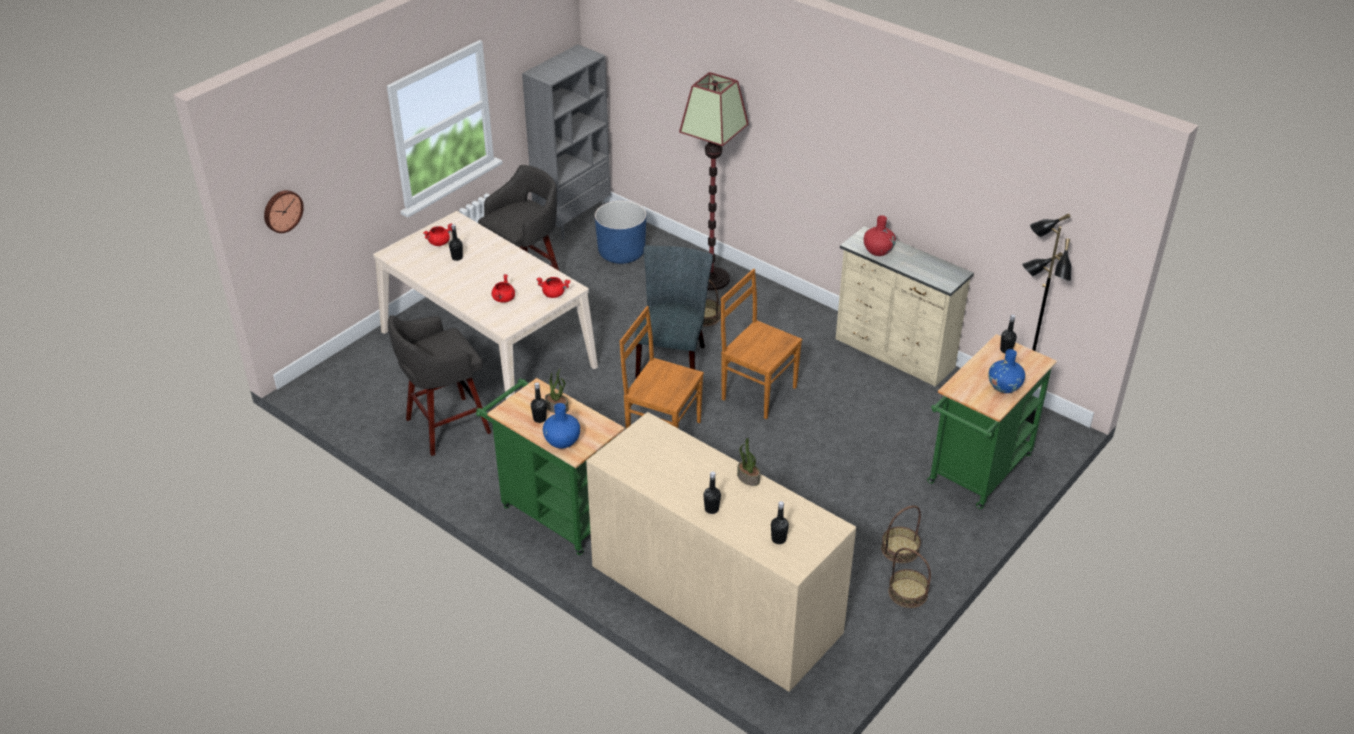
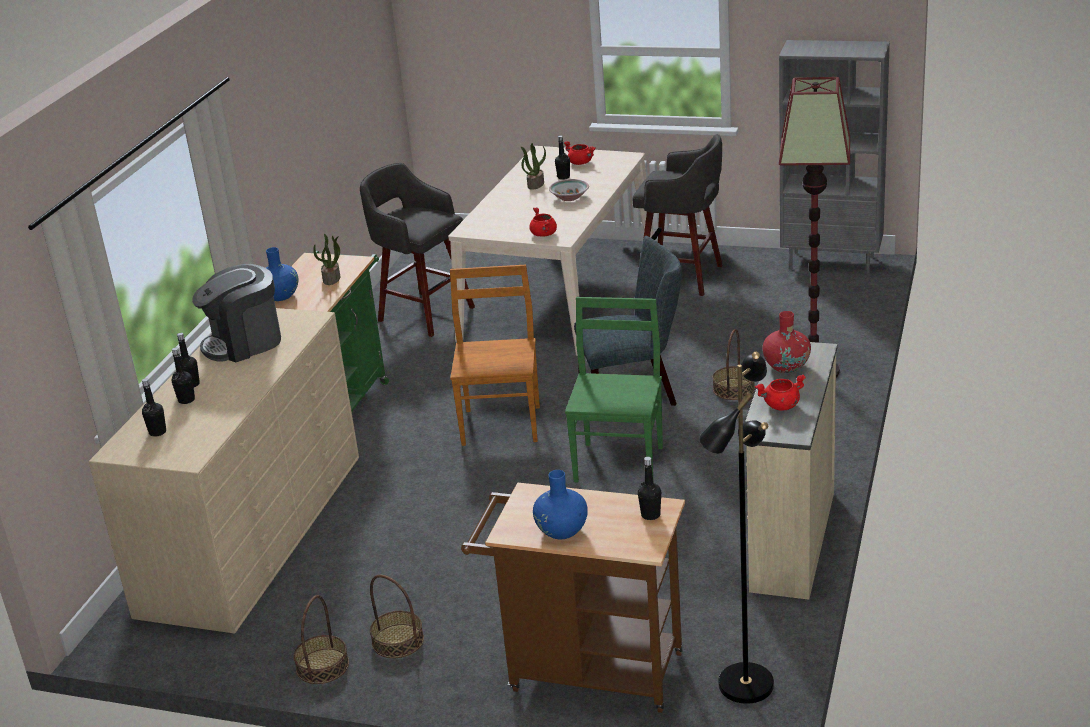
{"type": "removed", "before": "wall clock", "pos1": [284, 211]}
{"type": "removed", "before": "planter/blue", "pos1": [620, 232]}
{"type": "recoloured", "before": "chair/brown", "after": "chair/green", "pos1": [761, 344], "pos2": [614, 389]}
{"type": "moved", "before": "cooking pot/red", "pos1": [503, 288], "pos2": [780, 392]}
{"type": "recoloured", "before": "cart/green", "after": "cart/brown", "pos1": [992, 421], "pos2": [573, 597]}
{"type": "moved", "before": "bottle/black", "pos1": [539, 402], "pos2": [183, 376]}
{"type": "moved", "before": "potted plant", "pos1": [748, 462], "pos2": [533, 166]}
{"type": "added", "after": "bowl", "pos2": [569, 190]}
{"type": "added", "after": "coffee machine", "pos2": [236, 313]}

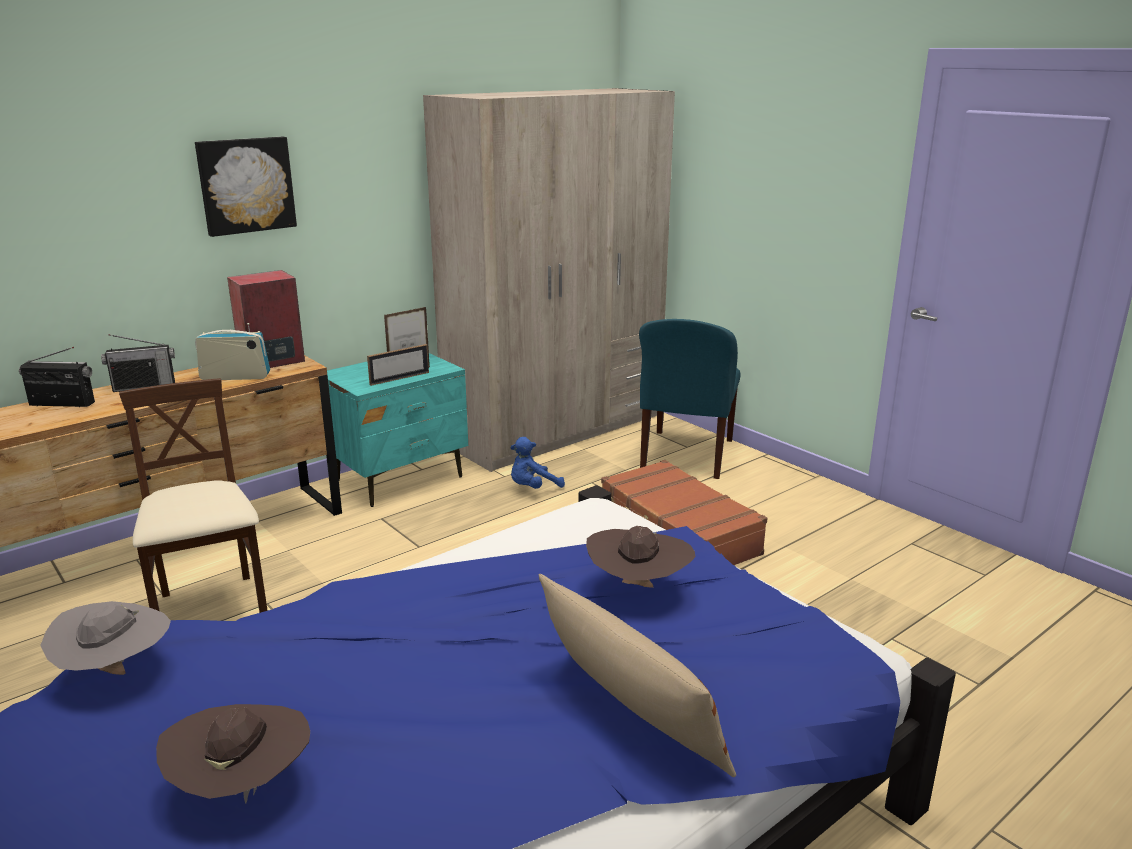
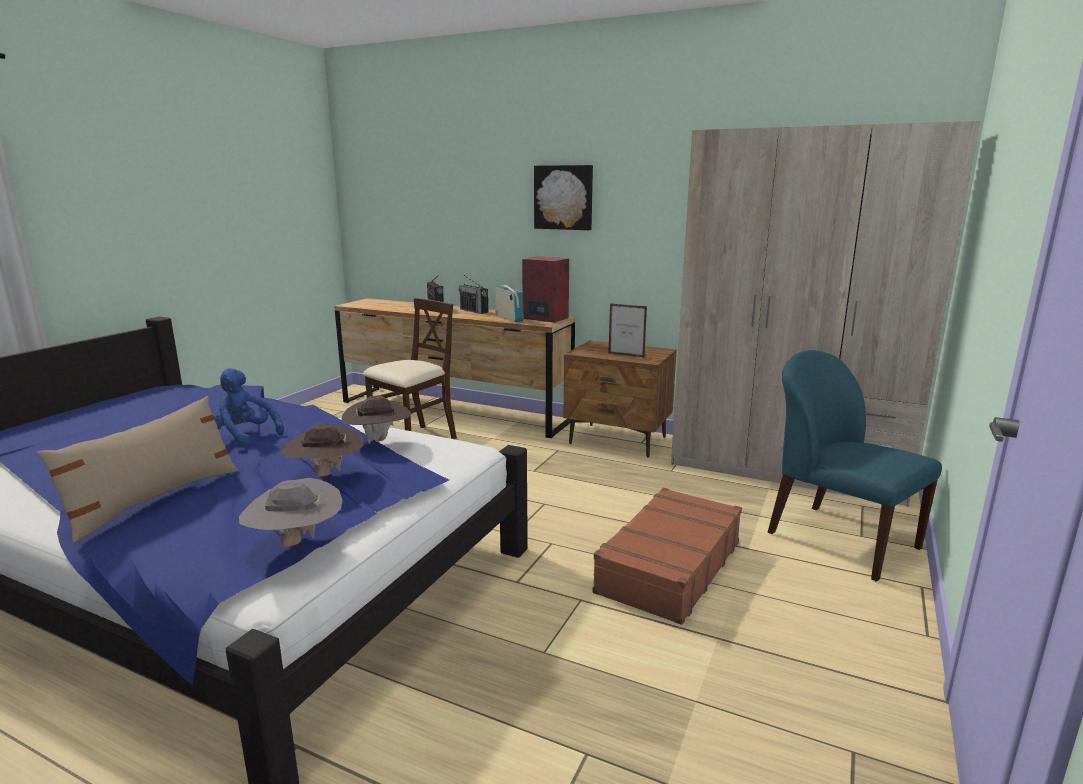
{"type": "turned", "before": "chair/blue", "pos1": [690, 399], "pos2": [855, 466], "turn": 60}
{"type": "removed", "before": "picture frame", "pos1": [398, 365]}
{"type": "recoloured", "before": "nightstand/turquoise", "after": "nightstand/brown", "pos1": [397, 430], "pos2": [620, 398]}
{"type": "moved", "before": "plush toy/blue", "pos1": [537, 463], "pos2": [248, 407]}
{"type": "moved", "before": "hat/grey", "pos1": [105, 638], "pos2": [291, 512]}
{"type": "moved", "before": "hat/brown", "pos1": [233, 753], "pos2": [376, 419]}

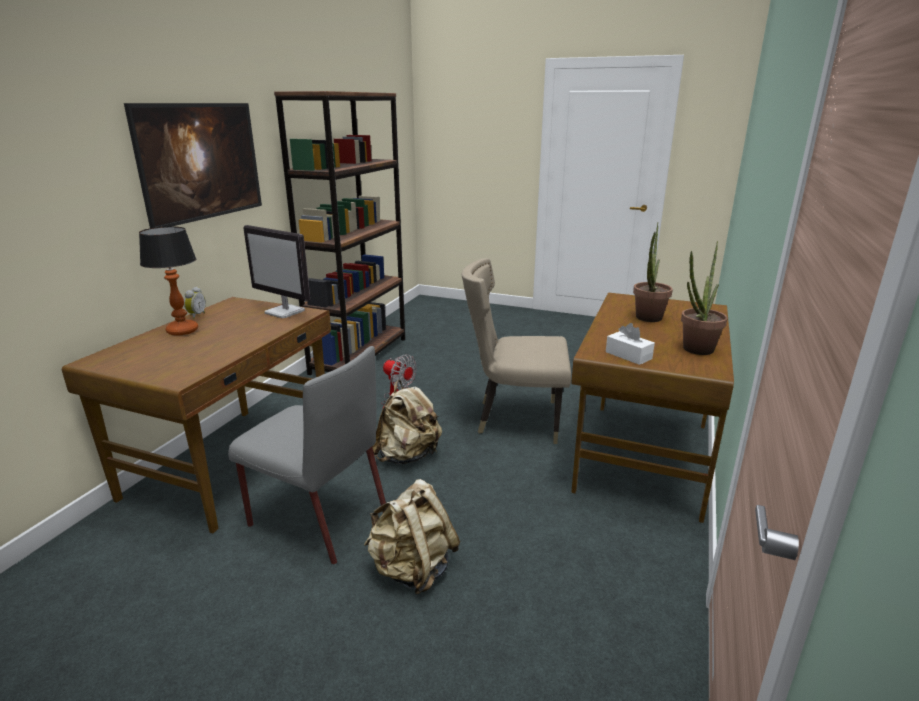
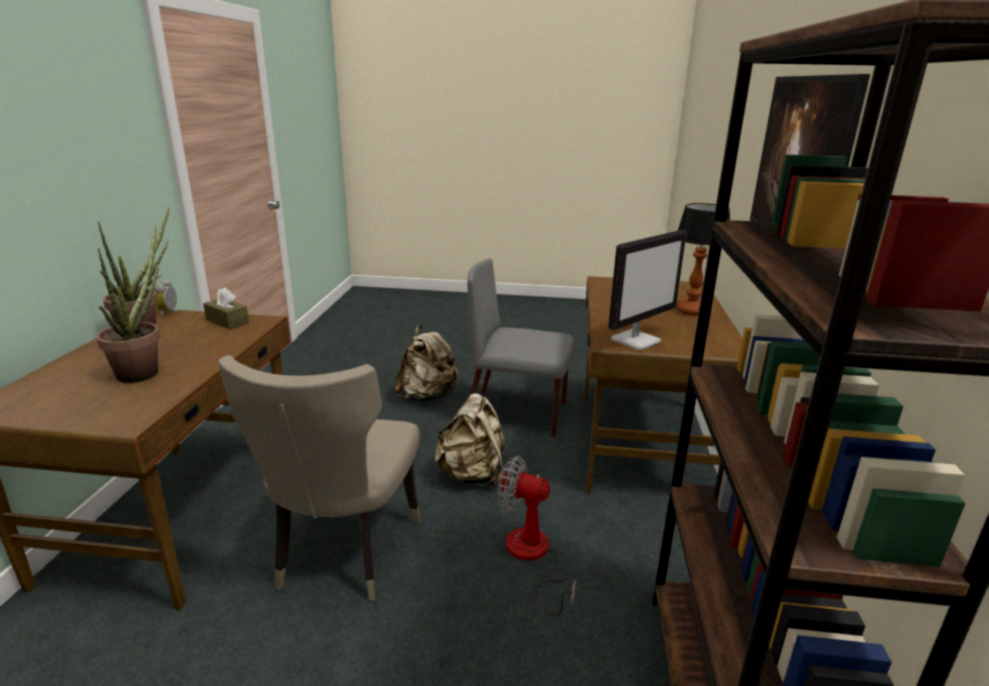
{"type": "turned", "before": "monitor", "pos1": [276, 271], "pos2": [647, 290], "turn": 120}
{"type": "turned", "before": "chair/beige", "pos1": [516, 351], "pos2": [319, 478], "turn": 105}
{"type": "moved", "before": "alarm clock", "pos1": [195, 303], "pos2": [166, 298]}
{"type": "recoloured", "before": "tissue box/white", "after": "tissue box/brown", "pos1": [630, 344], "pos2": [226, 308]}

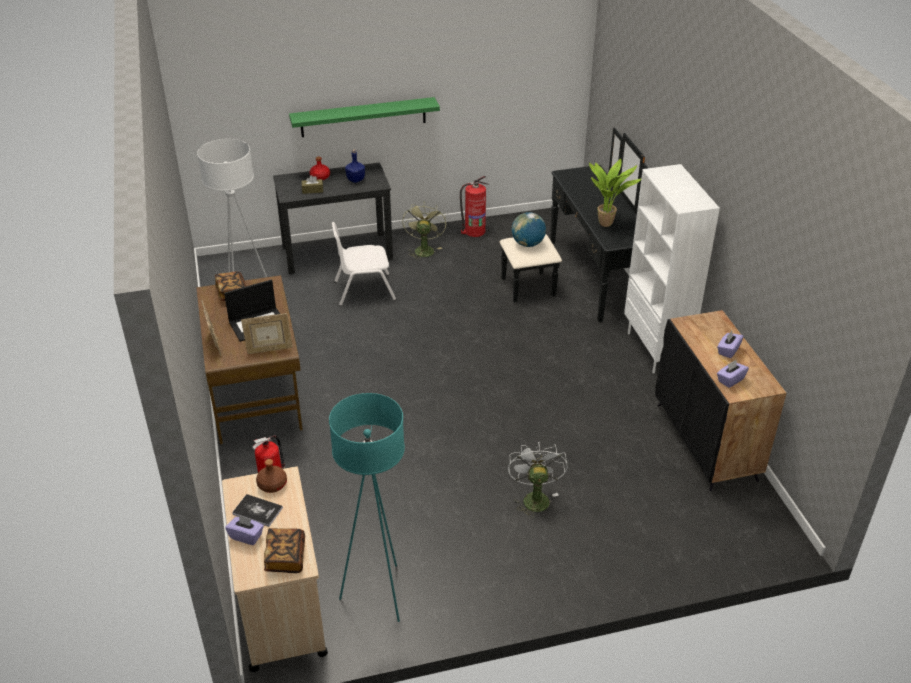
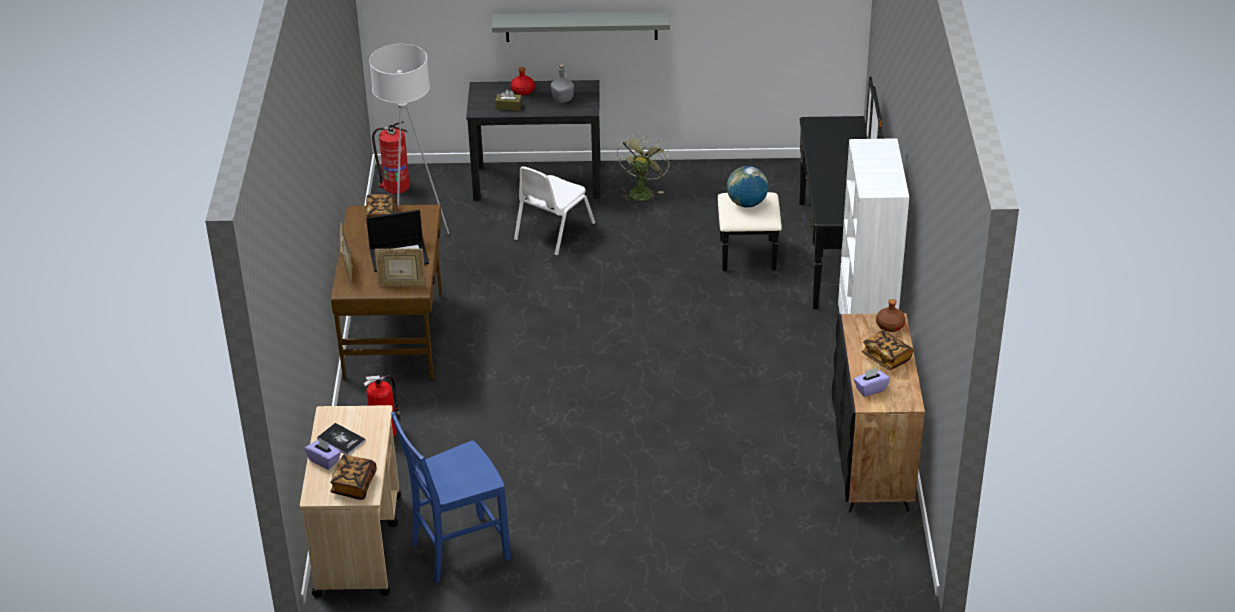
{"type": "recoloured", "before": "shelf/green", "after": "shelf/grey", "pos1": [364, 117], "pos2": [581, 26]}
{"type": "recoloured", "before": "bottle/blue", "after": "bottle/grey", "pos1": [355, 166], "pos2": [562, 83]}
{"type": "removed", "before": "potted plant", "pos1": [615, 193]}
{"type": "moved", "before": "fire extinguisher", "pos1": [474, 206], "pos2": [391, 157]}
{"type": "turned", "before": "chair/white", "pos1": [364, 264], "pos2": [554, 211], "turn": -60}
{"type": "replaced", "before": "tissue box/purple", "after": "book", "pos1": [730, 344], "pos2": [887, 350]}
{"type": "replaced", "before": "floor lamp/turquoise", "after": "chair/blue", "pos1": [367, 507], "pos2": [451, 497]}
{"type": "removed", "before": "fan/white", "pos1": [538, 480]}
{"type": "moved", "before": "bottle/brown", "pos1": [271, 476], "pos2": [891, 315]}

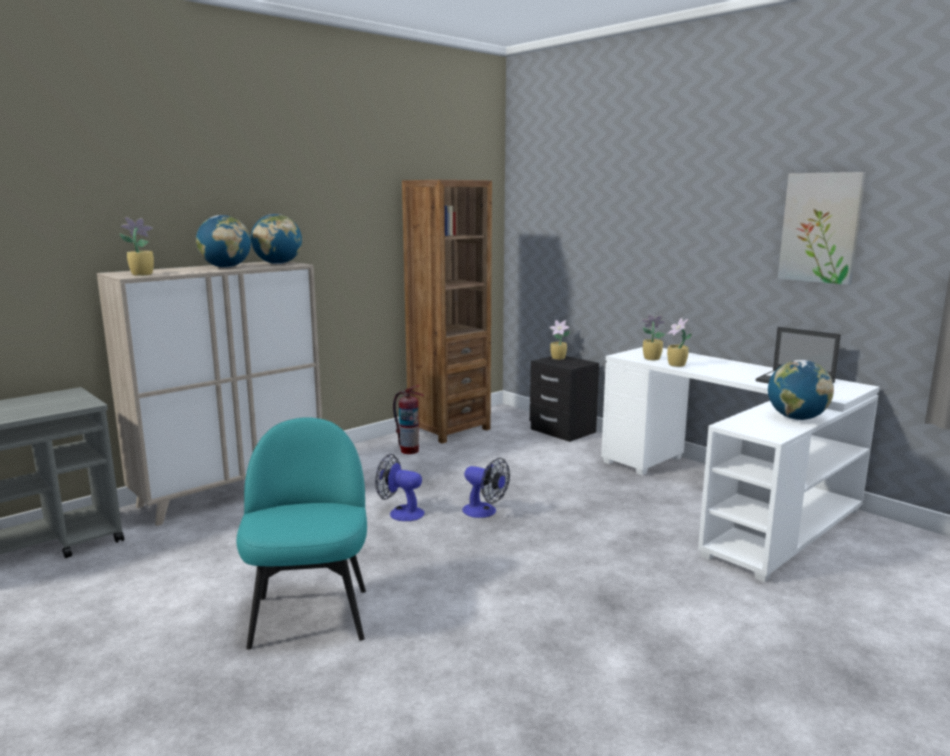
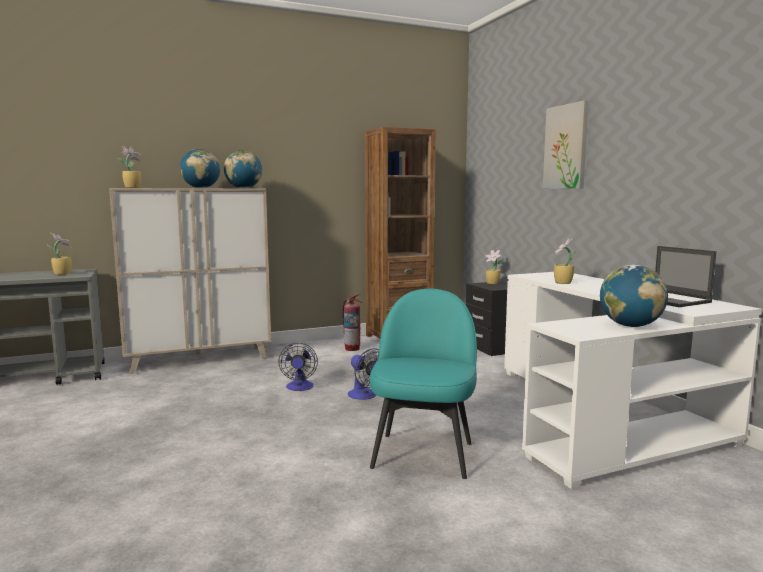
{"type": "moved", "before": "picture", "pos1": [822, 228], "pos2": [566, 144]}
{"type": "moved", "before": "potted plant", "pos1": [653, 337], "pos2": [59, 254]}
{"type": "moved", "before": "chair/turquoise", "pos1": [301, 533], "pos2": [423, 384]}
{"type": "turned", "before": "fan", "pos1": [399, 487], "pos2": [298, 367], "turn": -135}

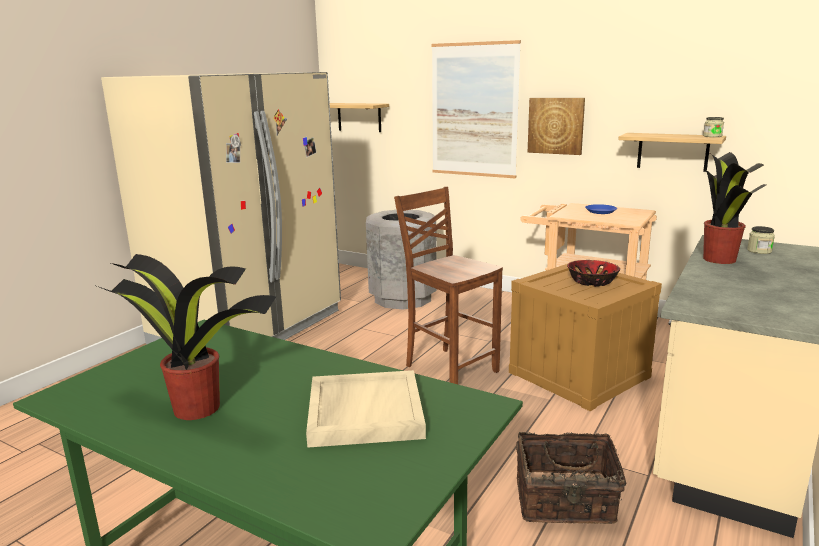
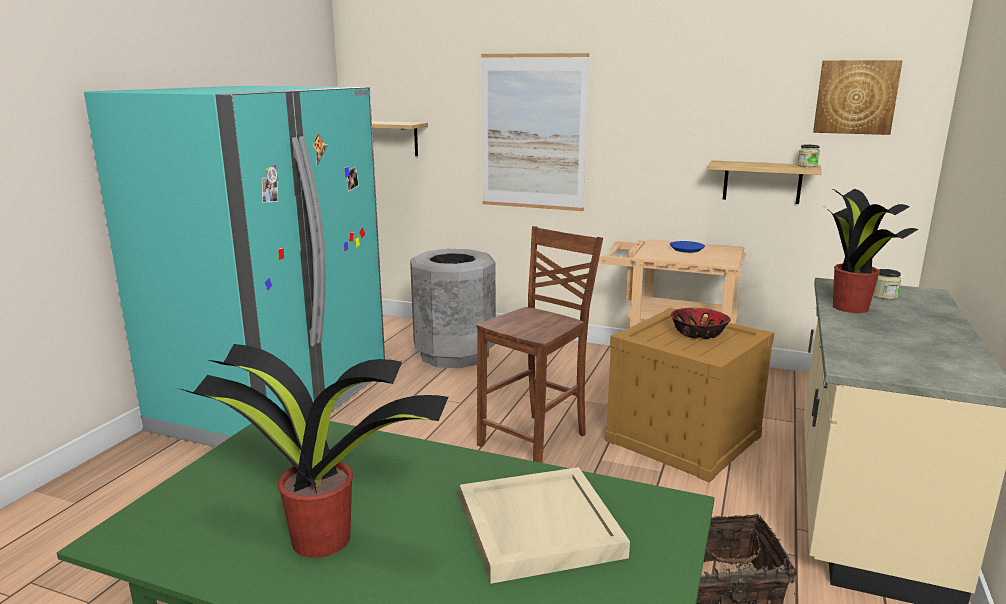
{"type": "recoloured", "before": "fridge/beige", "after": "fridge/turquoise", "pos1": [221, 208], "pos2": [234, 266]}
{"type": "moved", "before": "picture", "pos1": [556, 126], "pos2": [858, 97]}
{"type": "turned", "before": "chair/brown", "pos1": [448, 285], "pos2": [540, 344], "turn": 90}

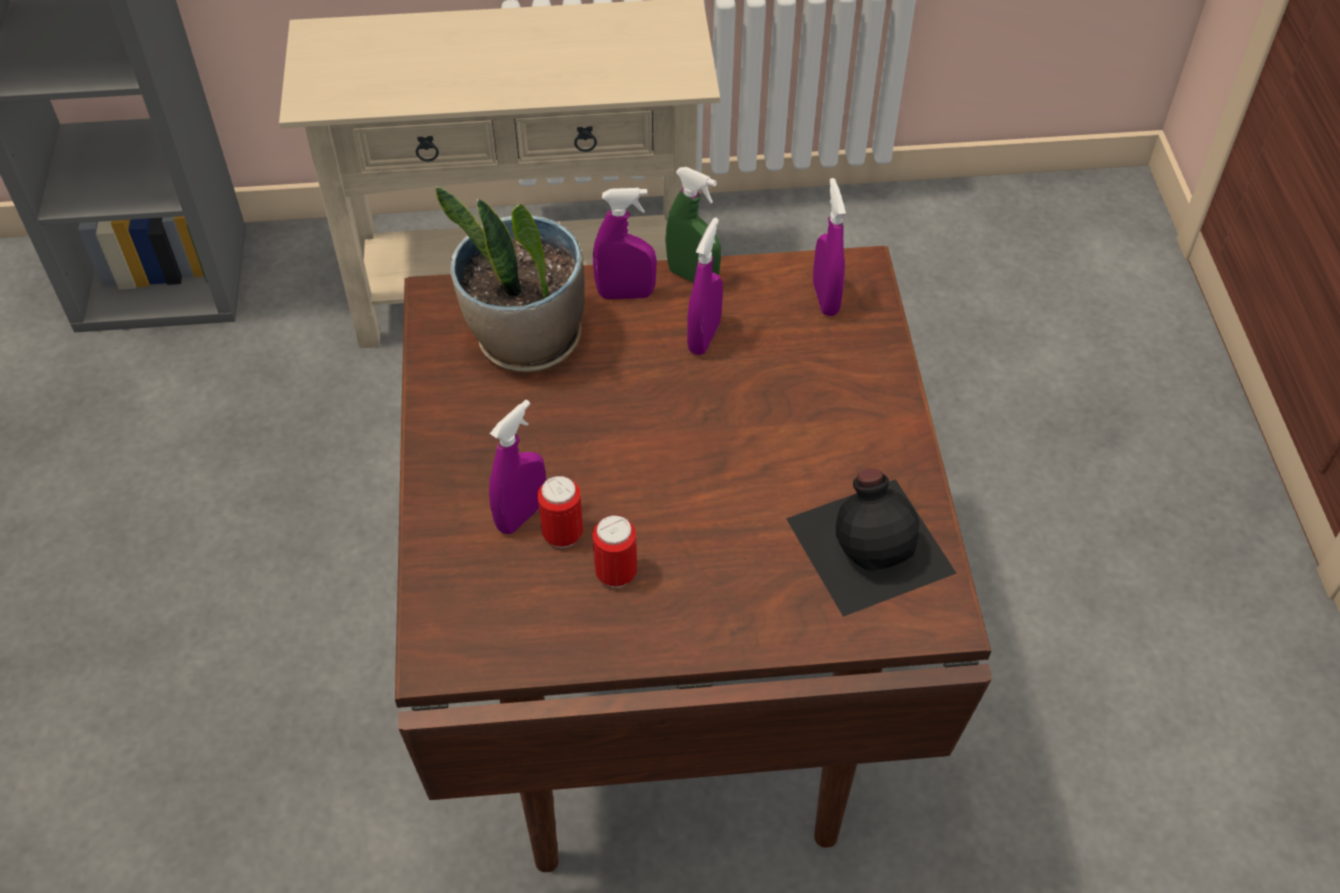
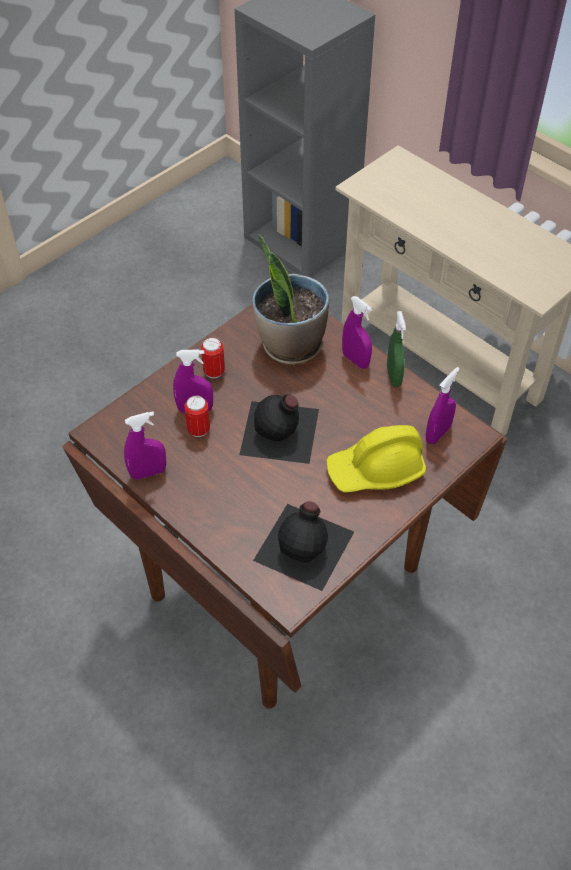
{"type": "moved", "before": "spray bottle/purple", "pos1": [705, 286], "pos2": [145, 445]}
{"type": "moved", "before": "can", "pos1": [615, 551], "pos2": [213, 357]}
{"type": "added", "after": "bottle/black", "pos2": [279, 429]}
{"type": "added", "after": "hard hat/yellow", "pos2": [376, 458]}

